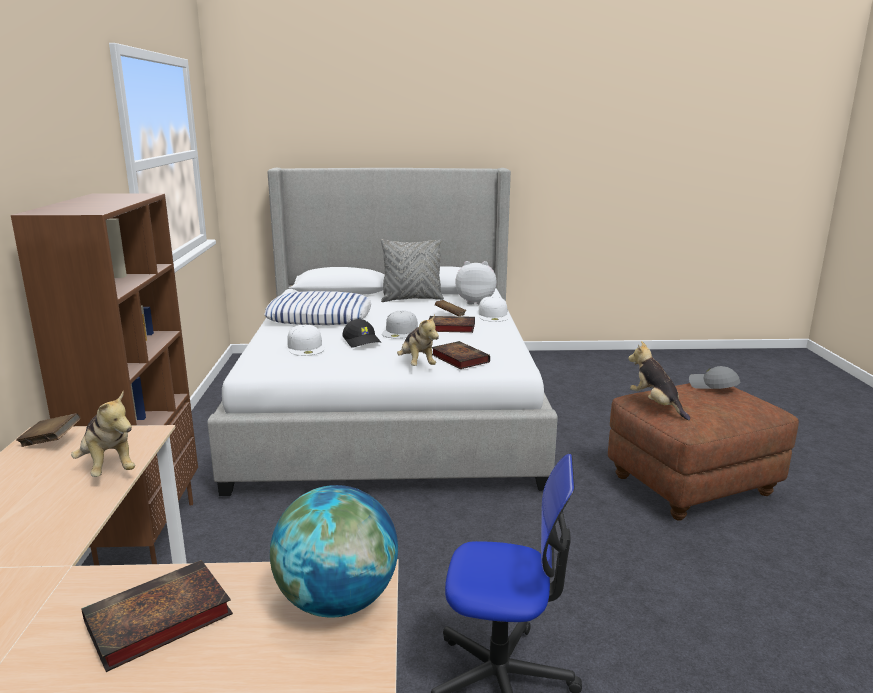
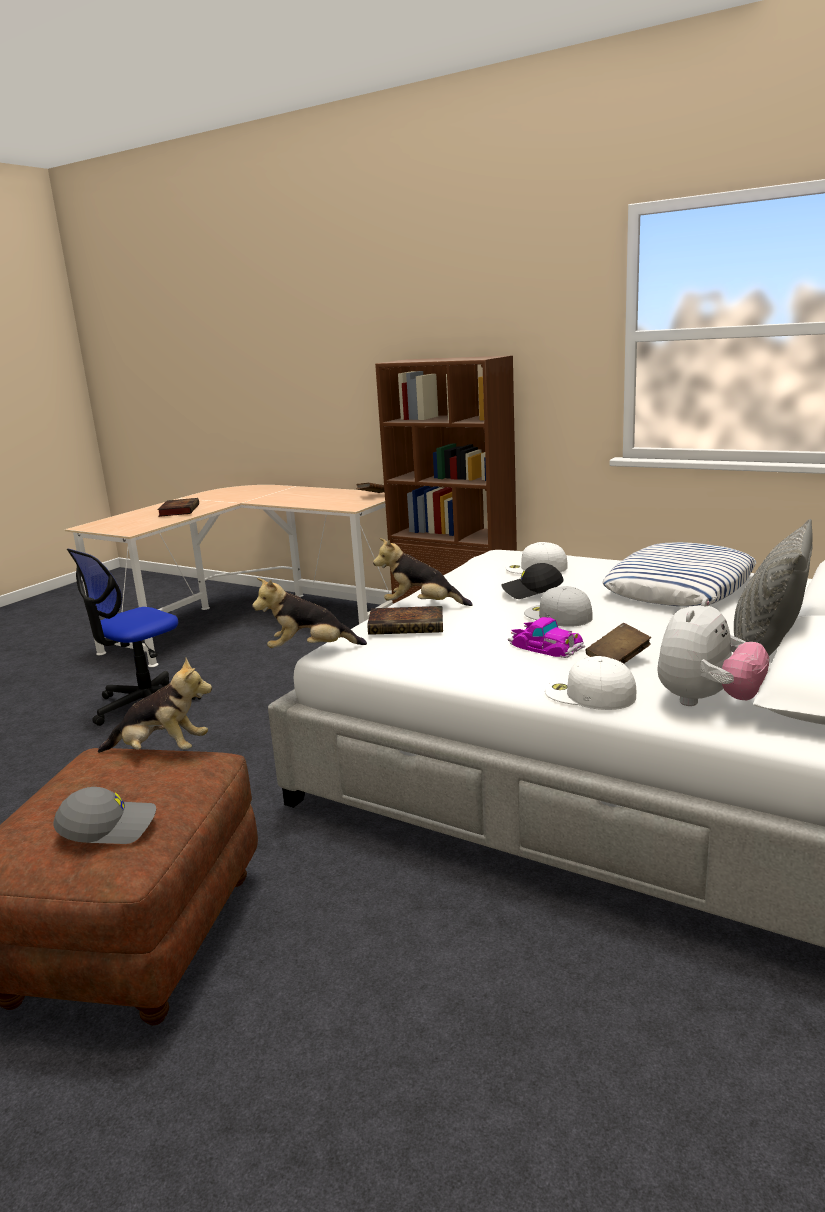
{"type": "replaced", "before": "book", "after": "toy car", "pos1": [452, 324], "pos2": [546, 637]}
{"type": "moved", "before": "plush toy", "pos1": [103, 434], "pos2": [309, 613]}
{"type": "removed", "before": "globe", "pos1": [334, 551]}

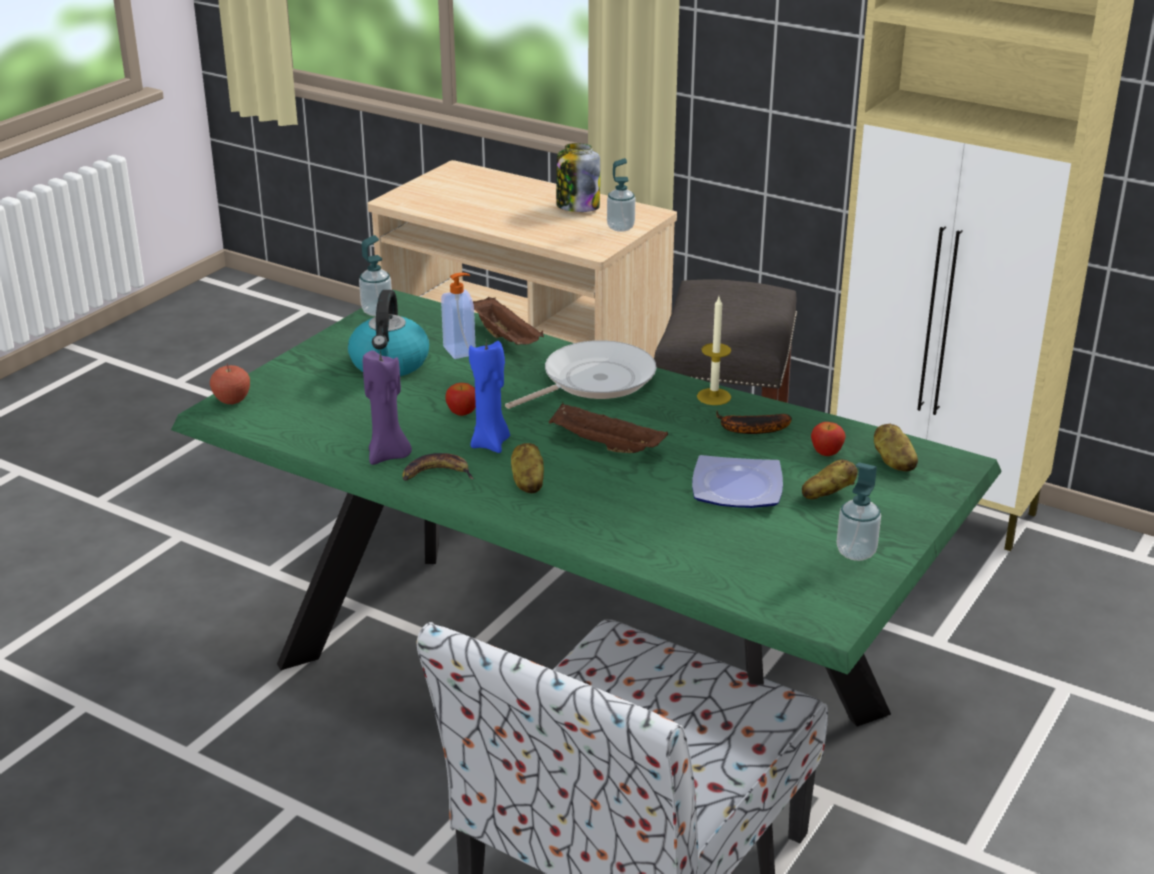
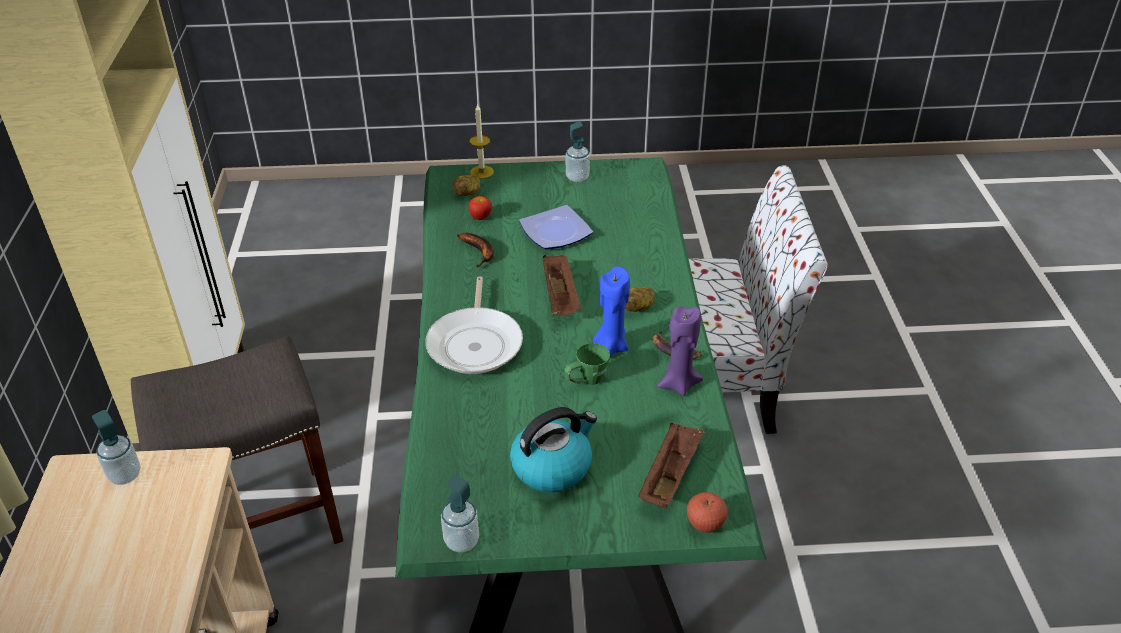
{"type": "removed", "before": "jar", "pos1": [578, 177]}
{"type": "removed", "before": "soap dispenser", "pos1": [458, 316]}
{"type": "moved", "before": "tray/brown", "pos1": [508, 321], "pos2": [671, 465]}
{"type": "moved", "before": "candle", "pos1": [714, 351], "pos2": [482, 141]}
{"type": "turned", "before": "frying pan", "pos1": [580, 374], "pos2": [474, 325], "turn": -105}
{"type": "replaced", "before": "apple", "after": "mug/green", "pos1": [460, 399], "pos2": [587, 364]}
{"type": "removed", "before": "potato", "pos1": [830, 479]}

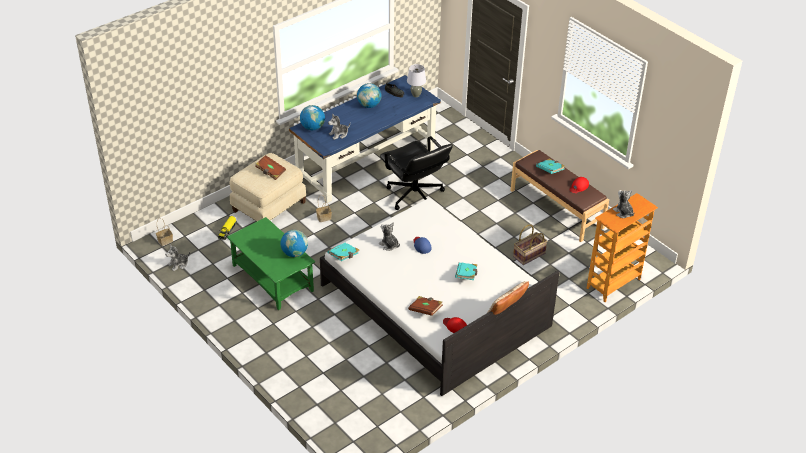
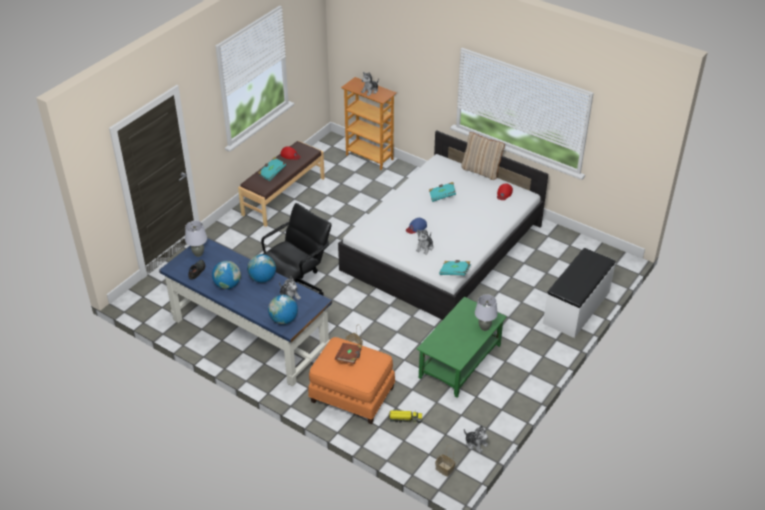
{"type": "recoloured", "before": "ottoman/beige", "after": "ottoman/orange", "pos1": [268, 187], "pos2": [351, 380]}
{"type": "removed", "before": "basket", "pos1": [530, 244]}
{"type": "moved", "before": "globe", "pos1": [294, 243], "pos2": [261, 268]}
{"type": "removed", "before": "book/brown", "pos1": [425, 306]}
{"type": "added", "after": "bench/white", "pos2": [579, 293]}
{"type": "added", "after": "table lamp/grey", "pos2": [486, 312]}

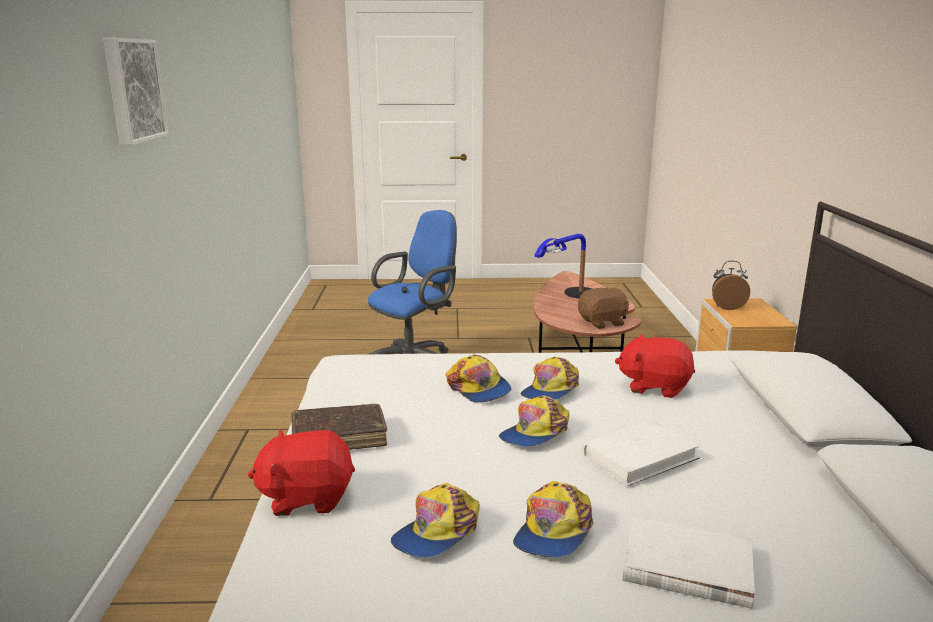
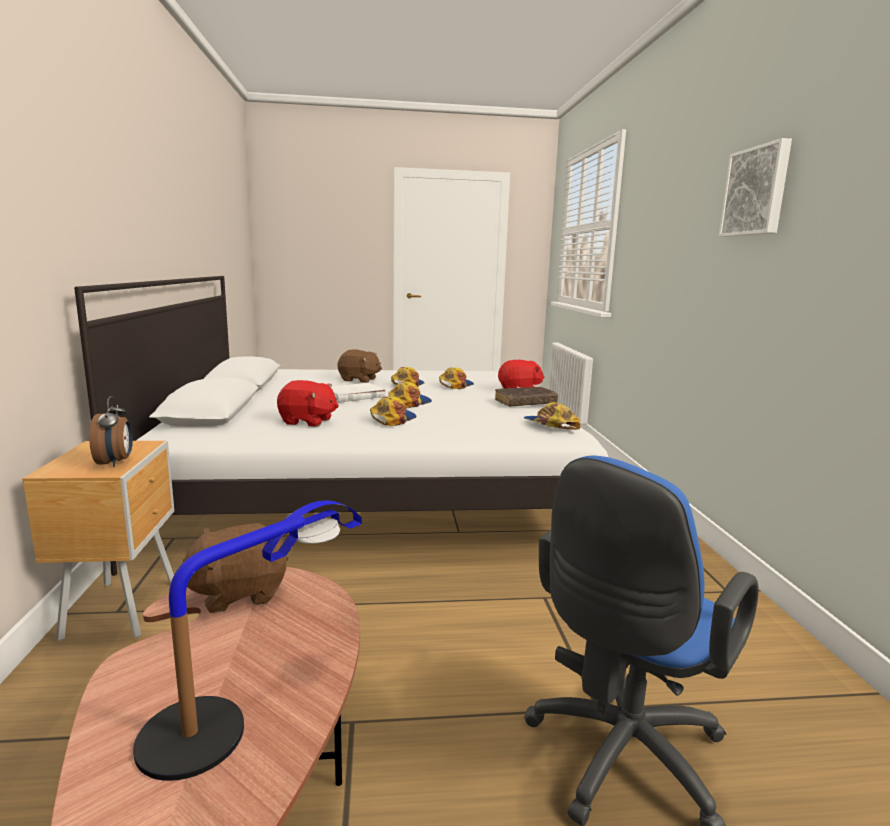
{"type": "turned", "before": "alarm clock", "pos1": [731, 285], "pos2": [111, 431], "turn": -105}
{"type": "moved", "before": "cap", "pos1": [478, 379], "pos2": [552, 416]}
{"type": "replaced", "before": "book/white", "after": "plush toy/brown", "pos1": [689, 563], "pos2": [360, 366]}

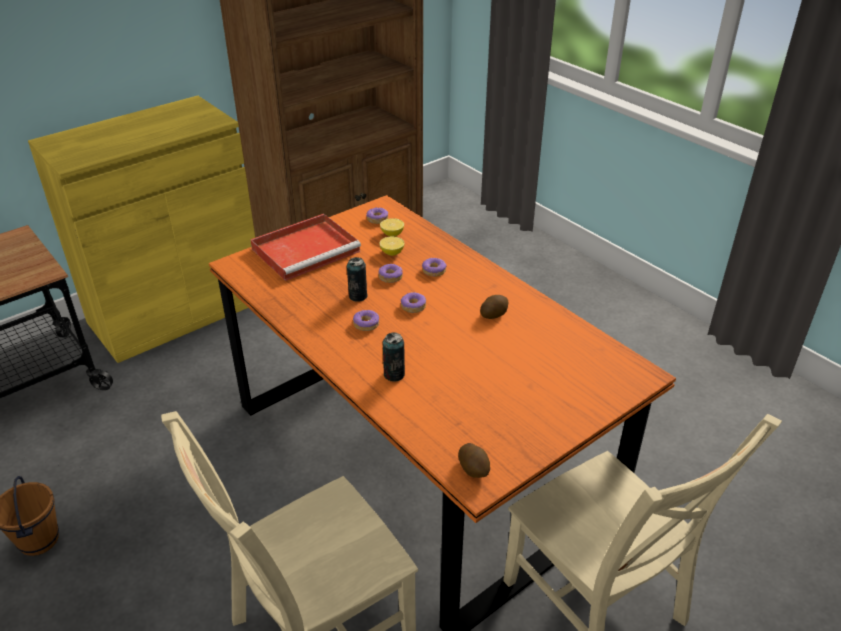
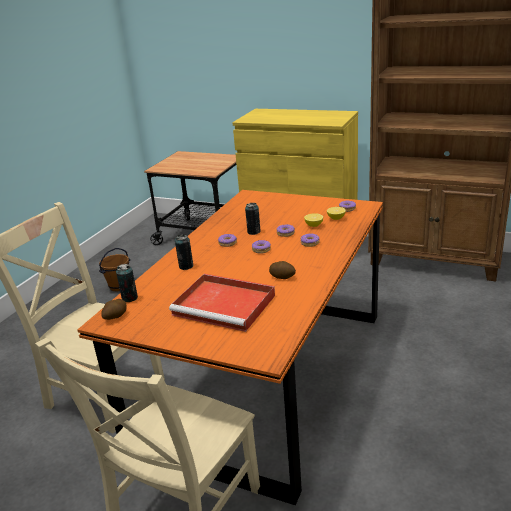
{"type": "moved", "before": "tray/red", "pos1": [305, 247], "pos2": [222, 303]}
{"type": "added", "after": "can", "pos2": [127, 283]}

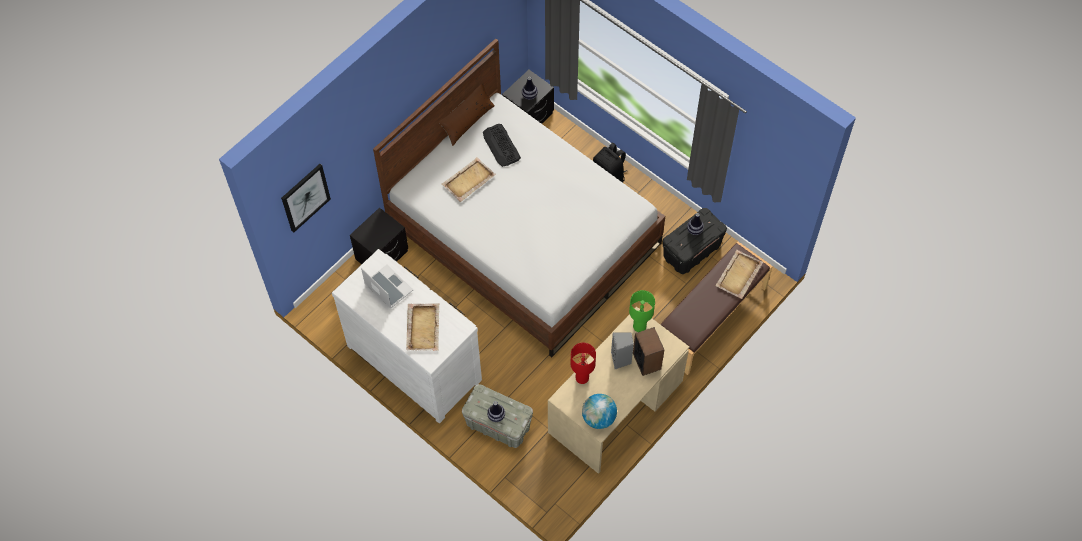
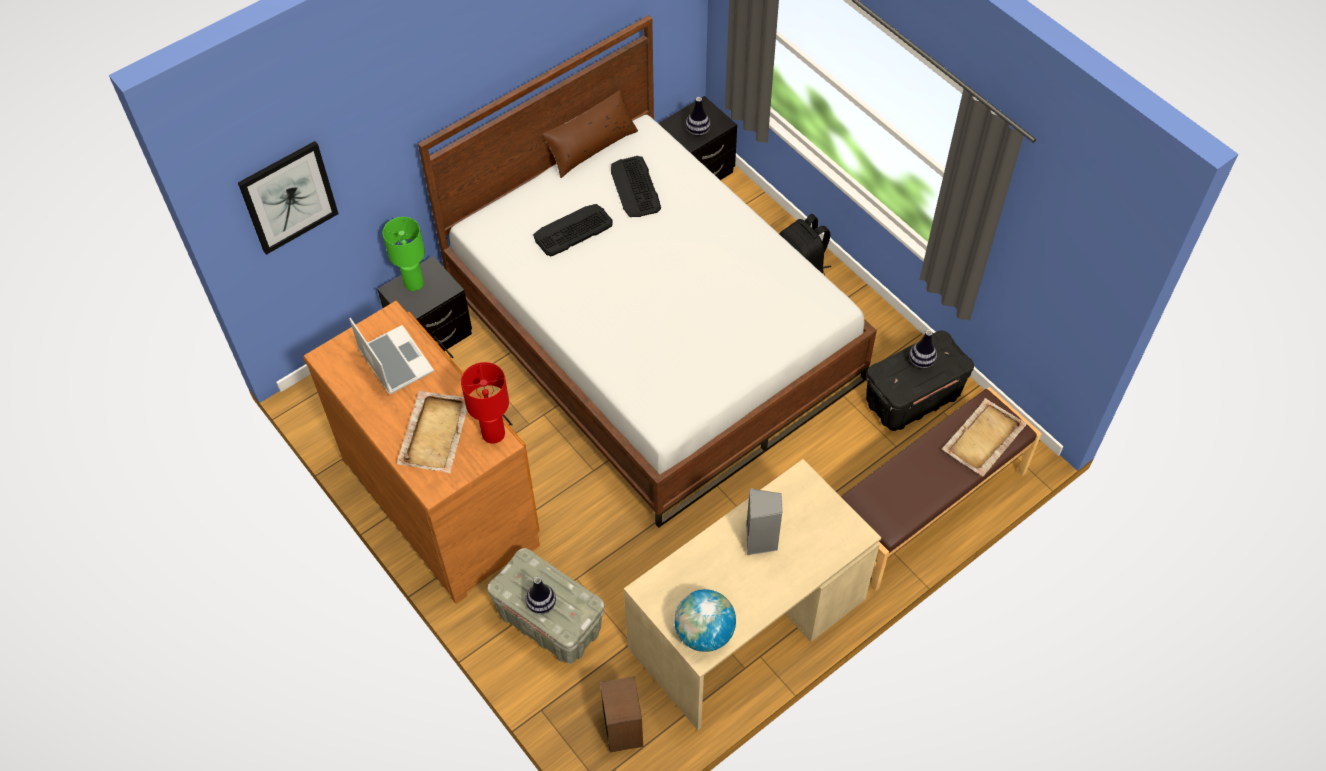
{"type": "replaced", "before": "tray/beige", "after": "keyboard", "pos1": [469, 179], "pos2": [573, 230]}
{"type": "recoloured", "before": "dresser/white", "after": "dresser/brown", "pos1": [407, 336], "pos2": [421, 452]}
{"type": "moved", "before": "table lamp/green", "pos1": [642, 311], "pos2": [404, 254]}
{"type": "moved", "before": "speaker", "pos1": [648, 351], "pos2": [621, 714]}
{"type": "moved", "before": "table lamp/red", "pos1": [583, 363], "pos2": [485, 403]}

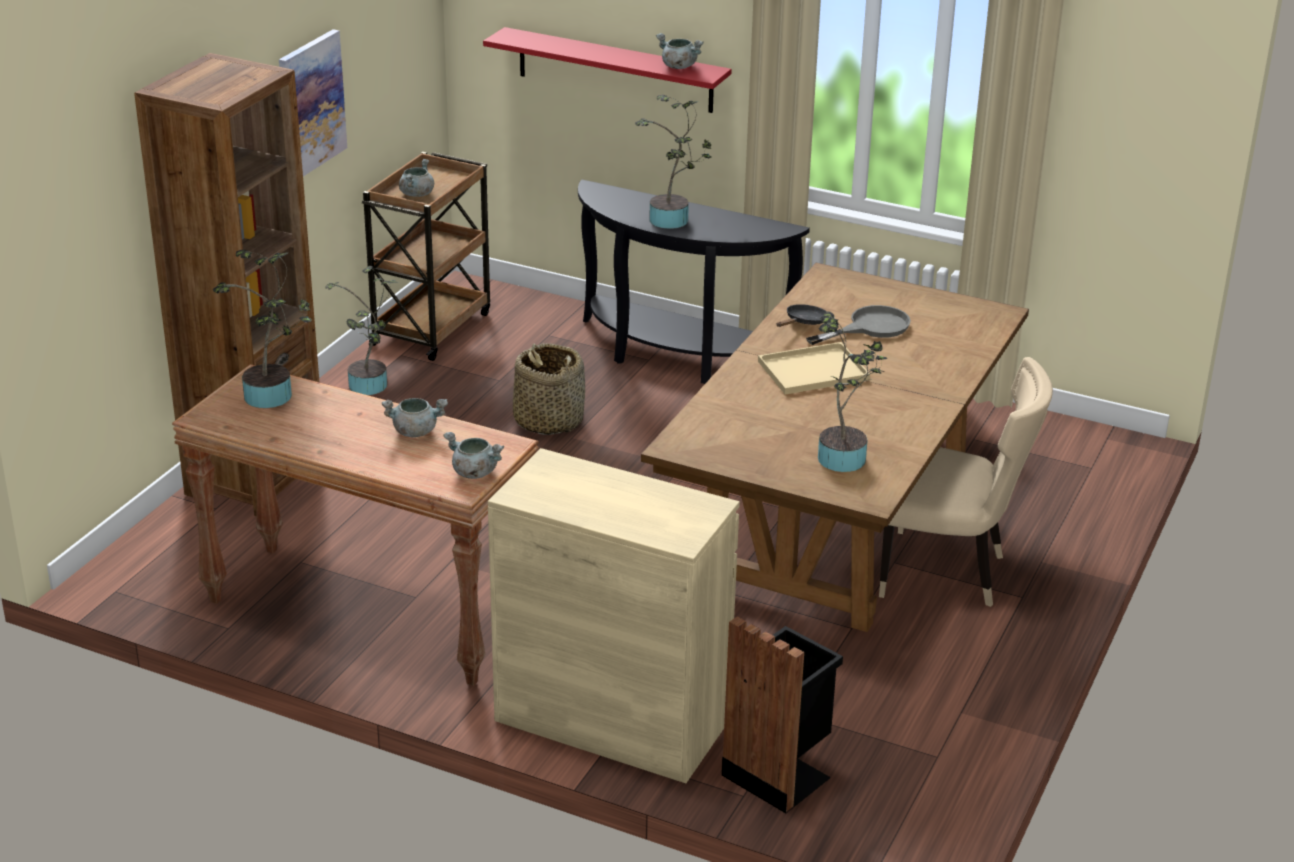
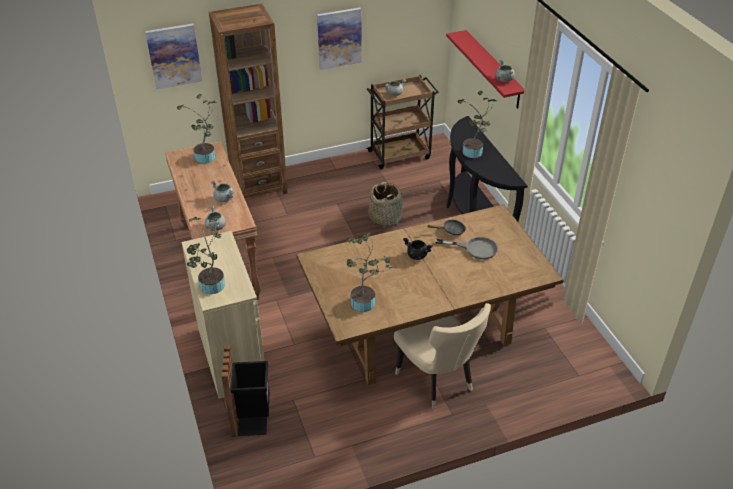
{"type": "moved", "before": "potted plant", "pos1": [362, 330], "pos2": [206, 255]}
{"type": "replaced", "before": "tray/beige", "after": "cooking pot/black", "pos1": [814, 368], "pos2": [418, 249]}
{"type": "added", "after": "picture", "pos2": [173, 57]}

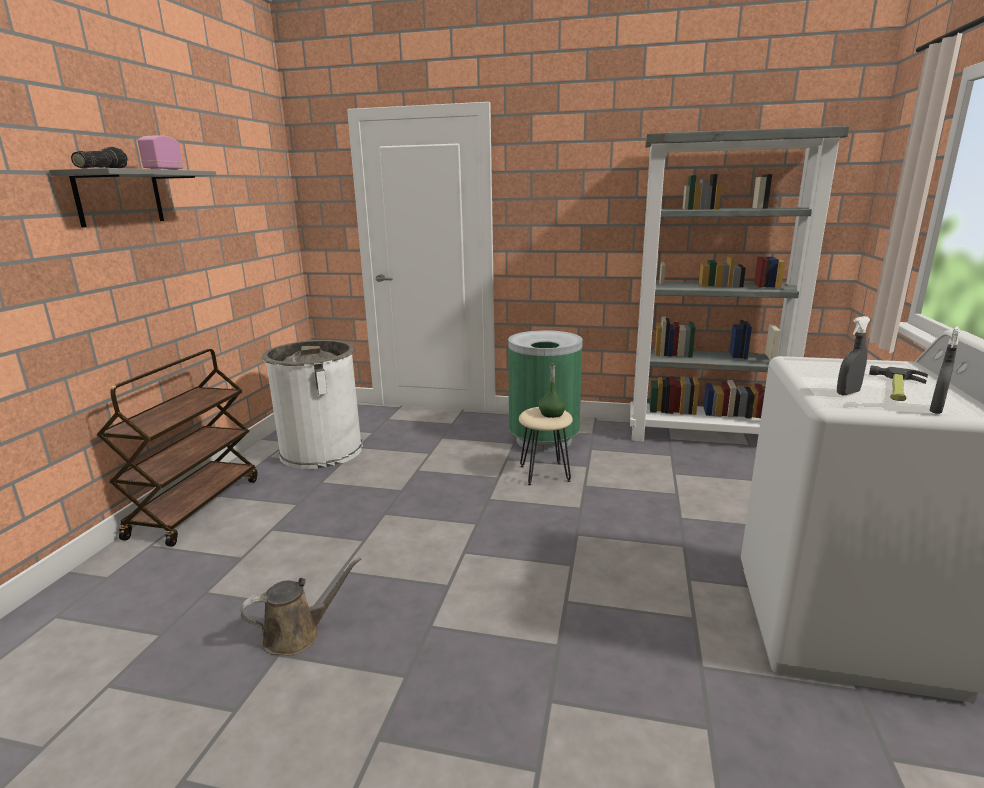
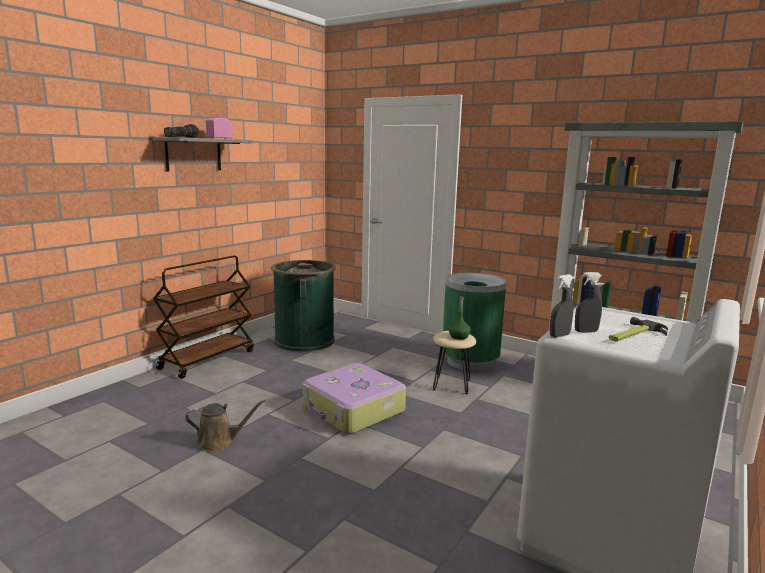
{"type": "moved", "before": "spray bottle/grey", "pos1": [944, 370], "pos2": [561, 305]}
{"type": "recoloured", "before": "trash can/white", "after": "trash can/green", "pos1": [312, 404], "pos2": [303, 306]}
{"type": "added", "after": "suitcase", "pos2": [354, 398]}

